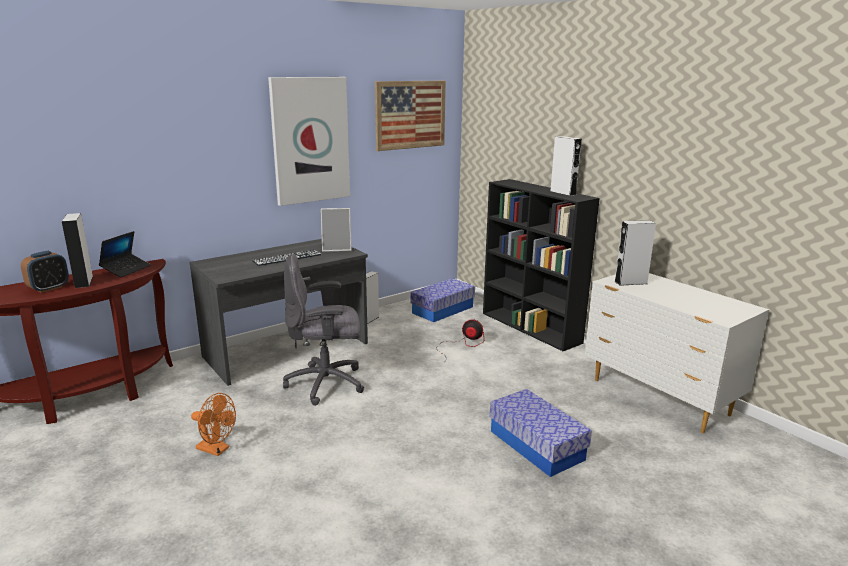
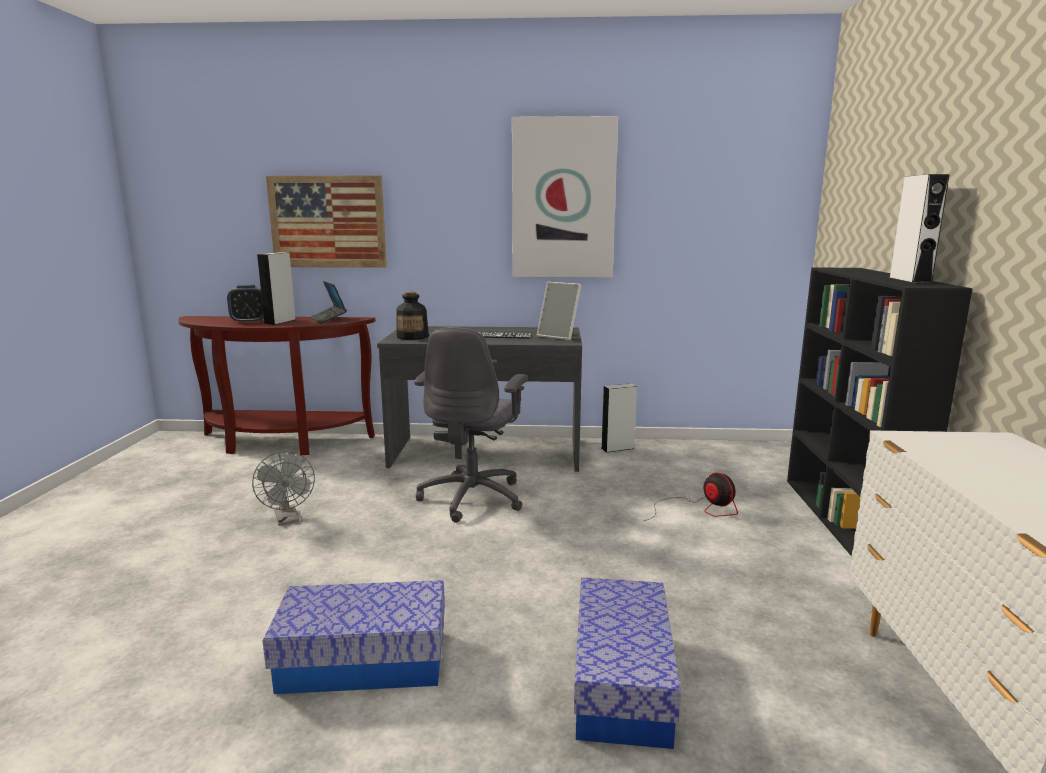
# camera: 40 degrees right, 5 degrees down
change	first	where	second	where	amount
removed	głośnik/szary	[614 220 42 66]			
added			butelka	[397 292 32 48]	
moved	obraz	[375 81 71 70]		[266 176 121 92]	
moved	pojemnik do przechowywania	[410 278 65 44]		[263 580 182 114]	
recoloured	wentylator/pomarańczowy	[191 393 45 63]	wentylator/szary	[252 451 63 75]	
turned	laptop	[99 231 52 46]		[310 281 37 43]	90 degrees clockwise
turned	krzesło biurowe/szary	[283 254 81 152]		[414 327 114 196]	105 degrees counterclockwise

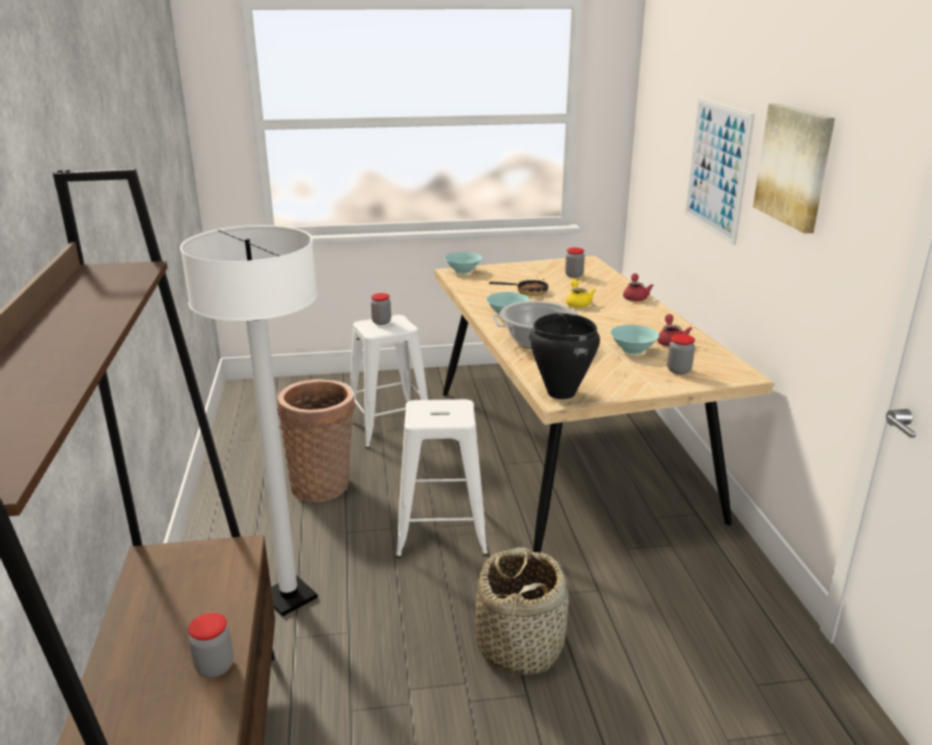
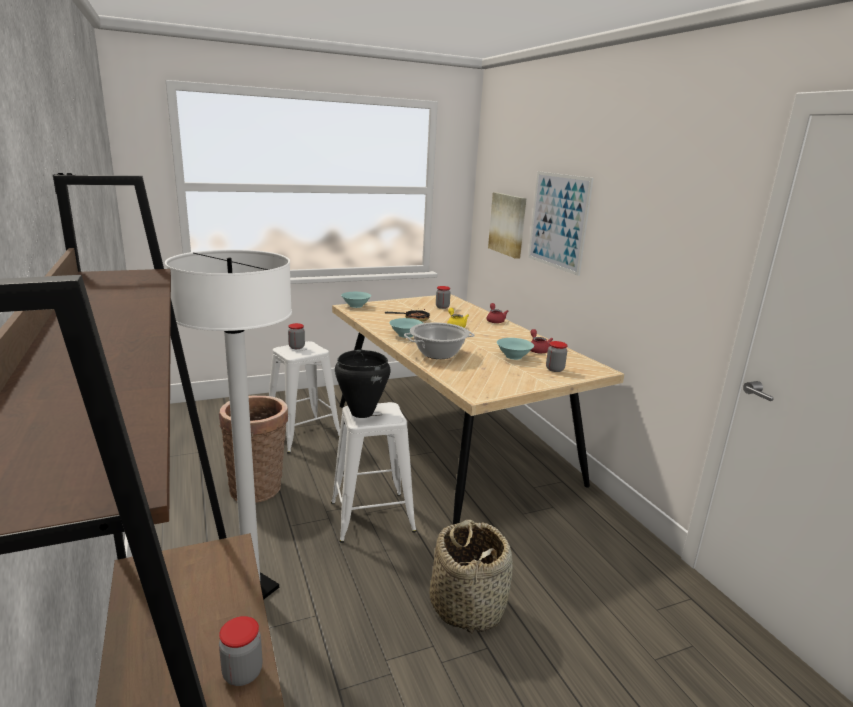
# camera: 15 degrees left, 5 degrees down
change	first	where	second	where	amount
moved	garnek/czarny	[529 313 71 86]		[335 350 55 68]	
moved	obraz	[753 103 82 131]		[488 192 39 67]	

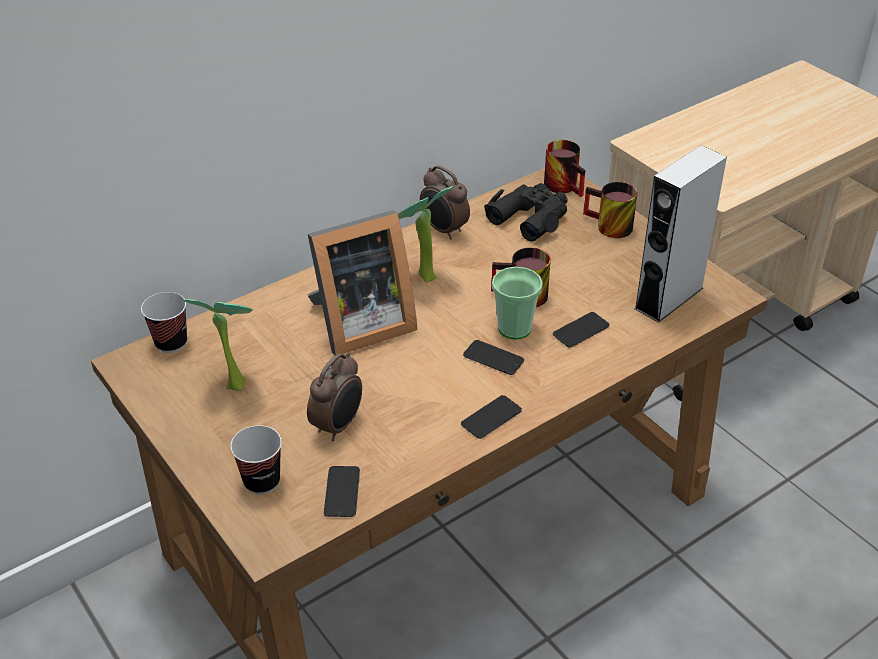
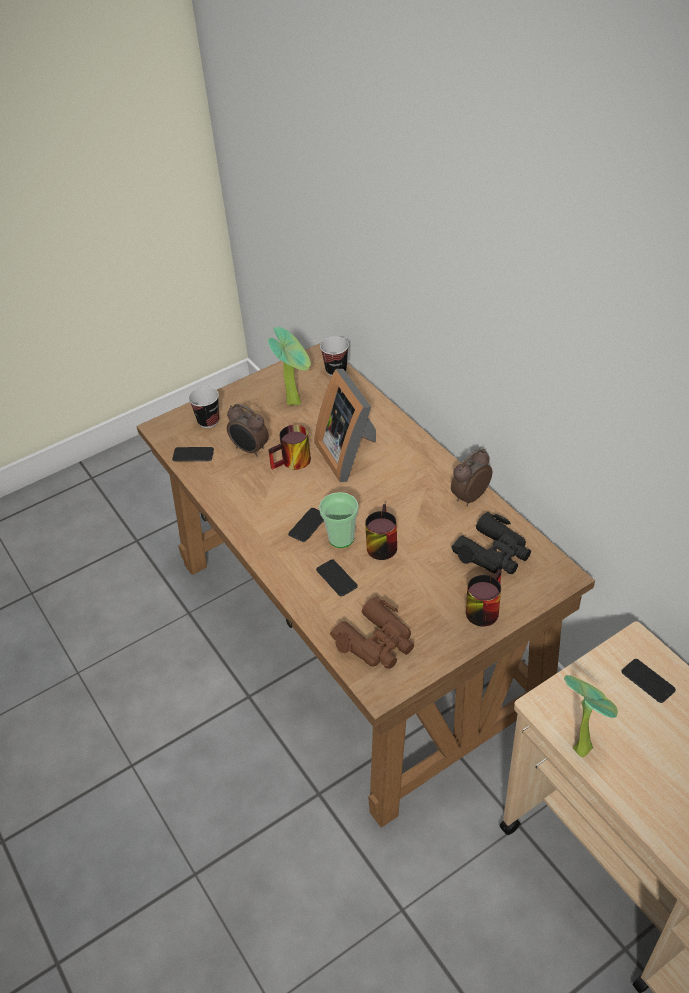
# camera: 95 degrees right, 5 degrees up
change	first	where	second	where	amount
moved	roślina doniczkowa	[398 186 56 97]		[564 675 54 82]	
moved	telefon	[461 395 61 44]		[621 659 55 44]	
moved	kubek	[544 140 41 57]		[268 425 43 45]	
replaced	głośnik/szary	[634 145 93 178]	lornetka/brązowy	[330 596 84 73]	

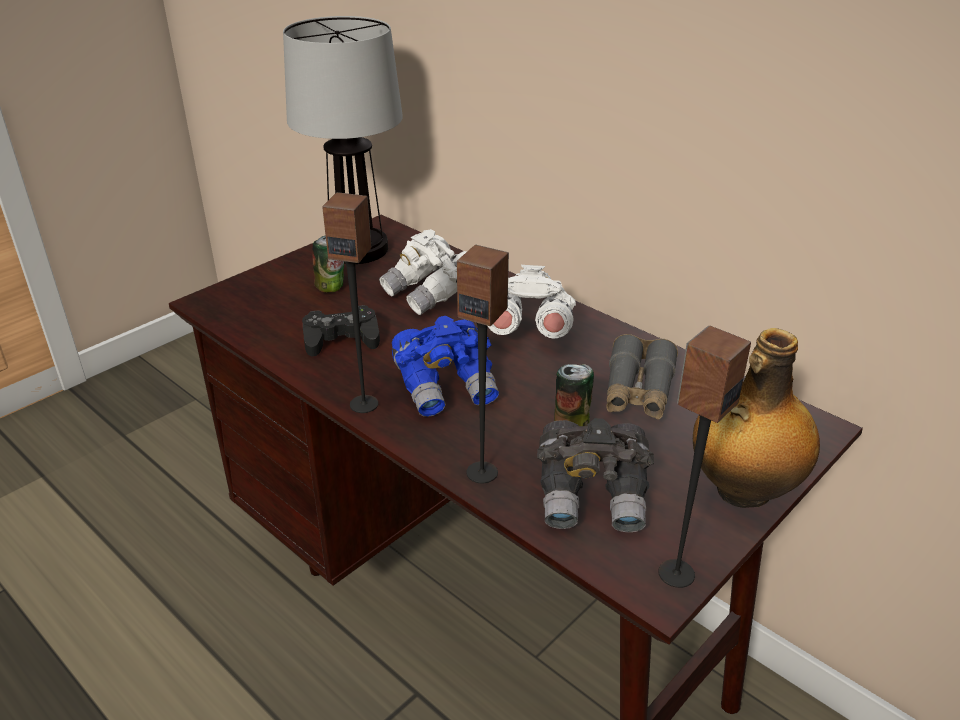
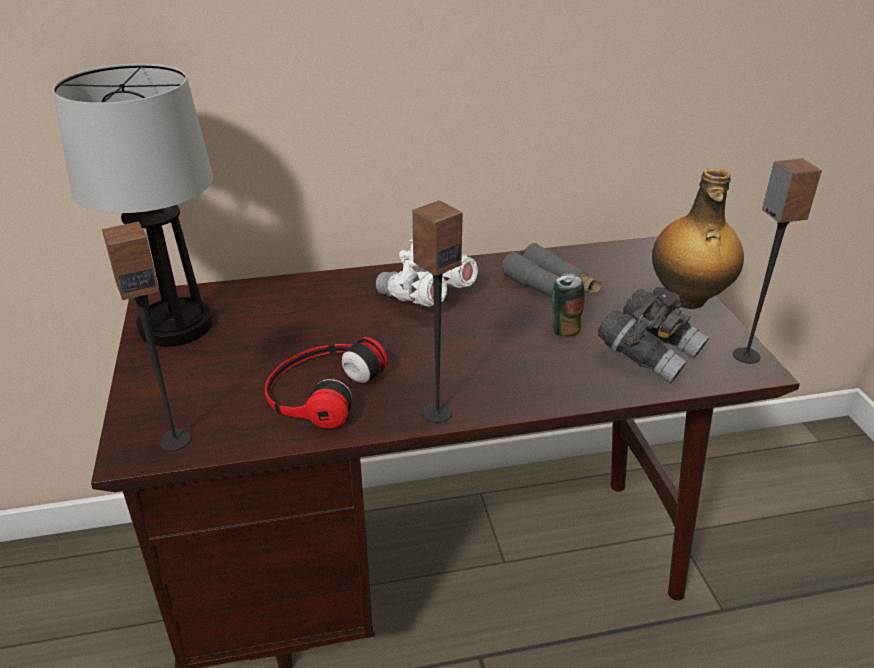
# camera: 55 degrees left, 0 degrees up
change	first	where	second	where	amount
removed	puszka	[312 235 32 57]			
removed	lornetka/biały	[379 229 87 86]			
removed	lornetka/niebieski	[392 316 107 101]			
moved	głośnik	[457 245 52 238]		[102 222 89 229]	
replaced	pad do gier/czarny	[302 305 78 52]	słuchawki	[265 337 123 92]	

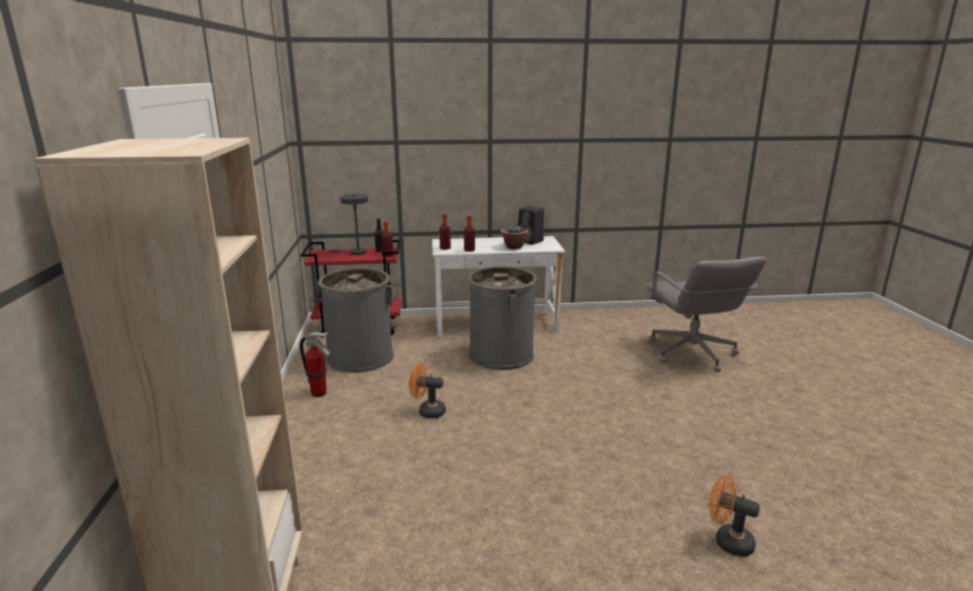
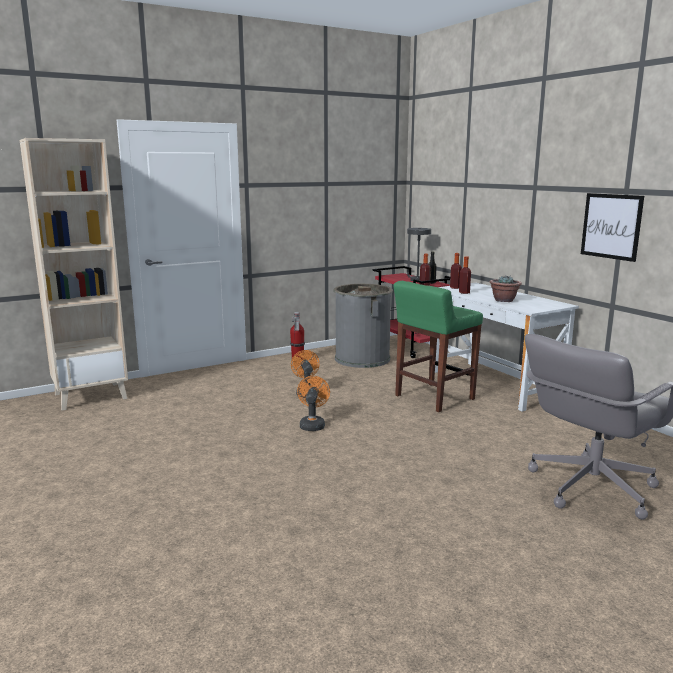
# camera: 65 degrees right, 5 degrees down
change	first	where	second	where	amount
removed	głośnik/czarny	[518 206 26 39]			
added			obraz	[581 193 63 69]	
moved	wentylator/pomarańczowy	[709 475 51 82]		[297 376 33 55]	
replaced	kosz na śmieci/szary	[467 266 71 104]	stołek/zielony	[393 281 90 131]	

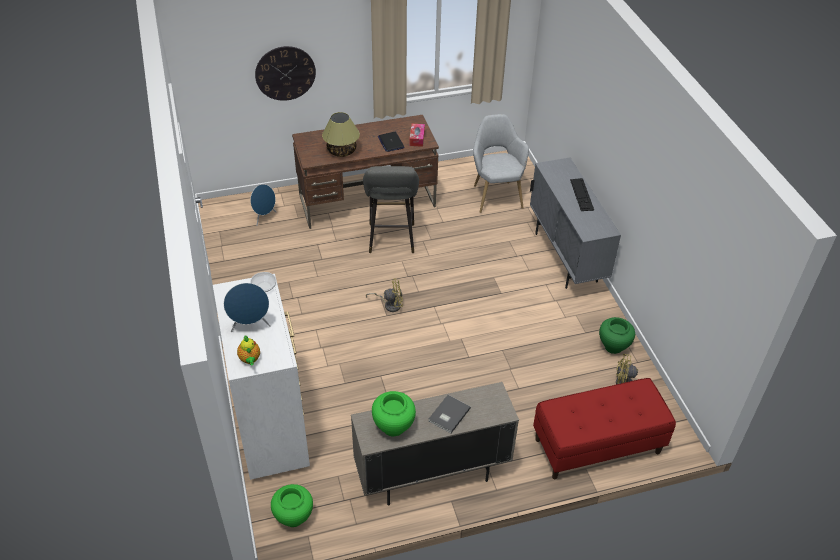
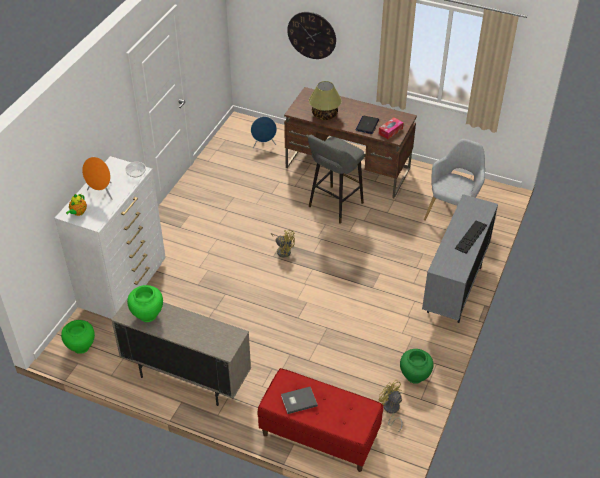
# camera: 40 degrees right, 0 degrees up
change	first	where	second	where	amount
moved	książka/szary	[429 395 42 38]		[281 387 37 27]	
recoloured	głośnik/niebieski	[224 283 47 49]	głośnik/pomarańczowy	[82 157 30 43]	

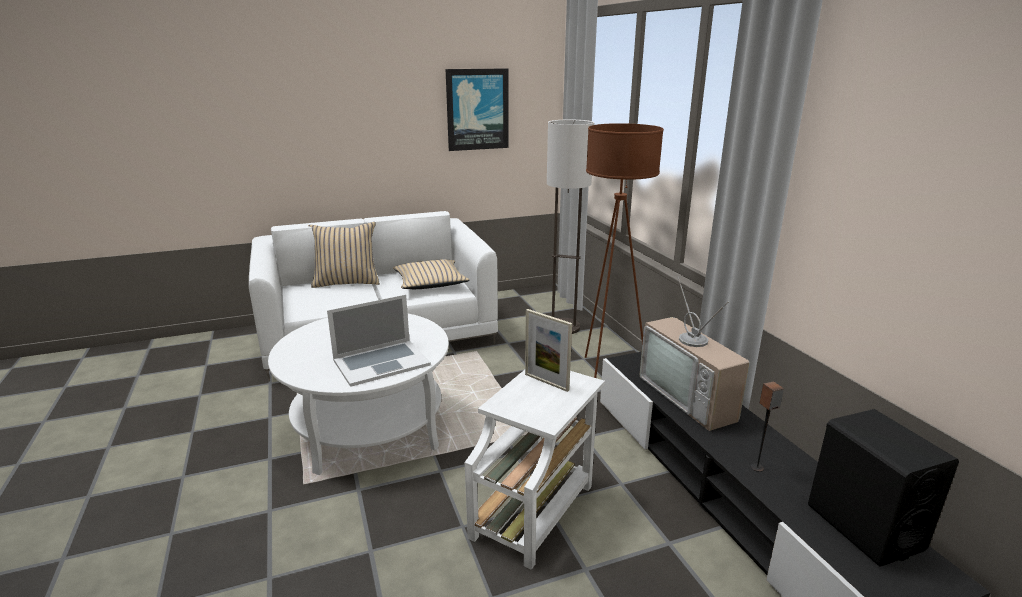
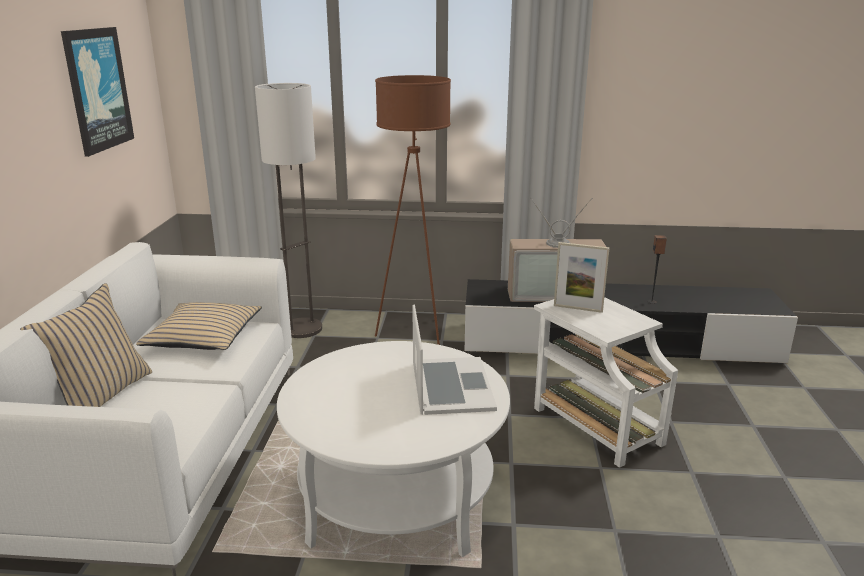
# camera: 65 degrees left, 0 degrees up
change	first	where	second	where	amount
removed	głośnik/czarny	[808 409 151 158]			
turned	ramka na zdjęcie	[525 309 47 83]		[554 242 56 71]	45 degrees clockwise

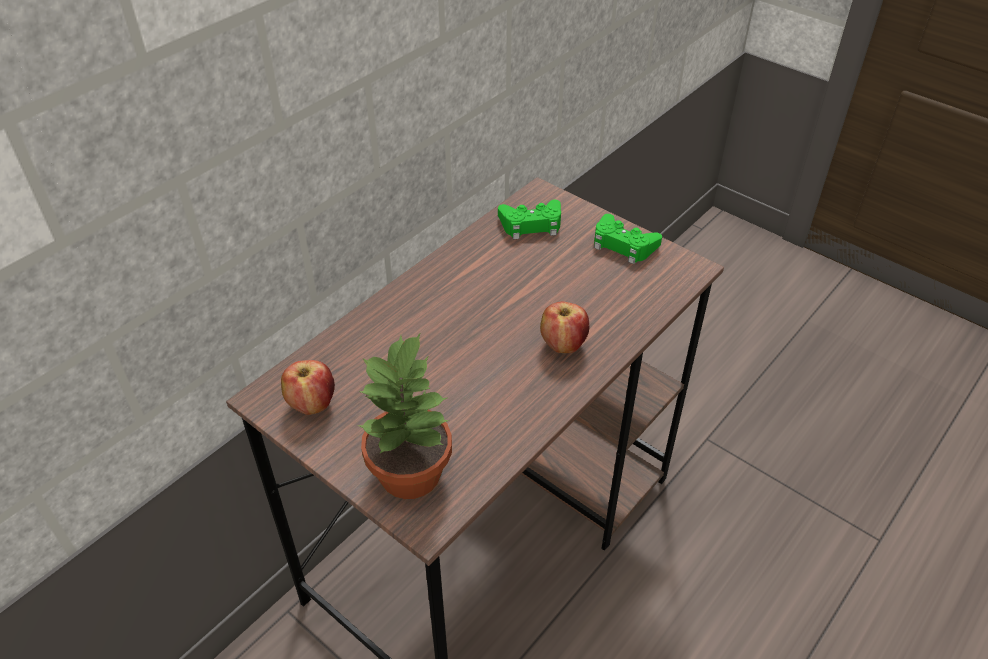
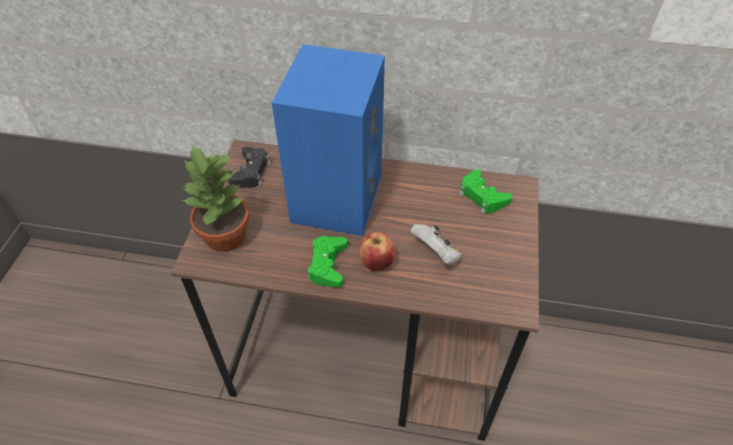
# camera: 60 degrees right, 5 degrees up
change	first	where	second	where	amount
added			głośnik/niebieski	[272 44 113 192]	
added			pad do gier/biały	[410 224 52 41]	
moved	pad do gier/zielony	[594 214 68 50]		[308 236 40 51]	
replaced	jabłko	[281 360 54 55]	pad do gier/czarny	[228 147 43 41]	

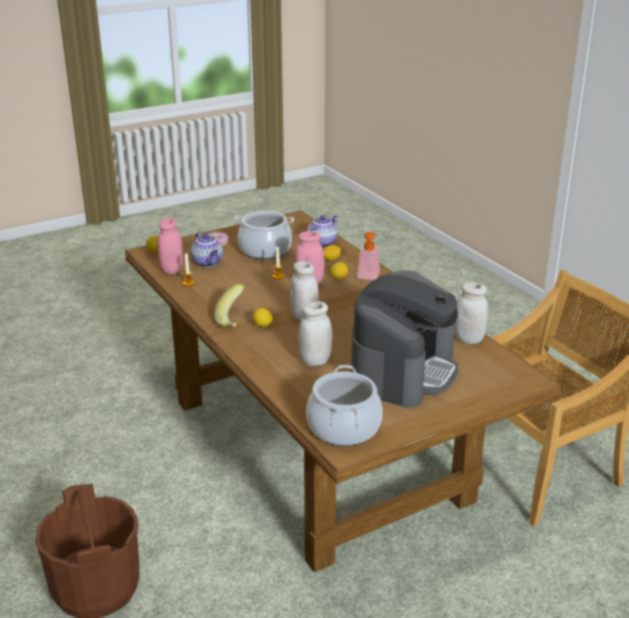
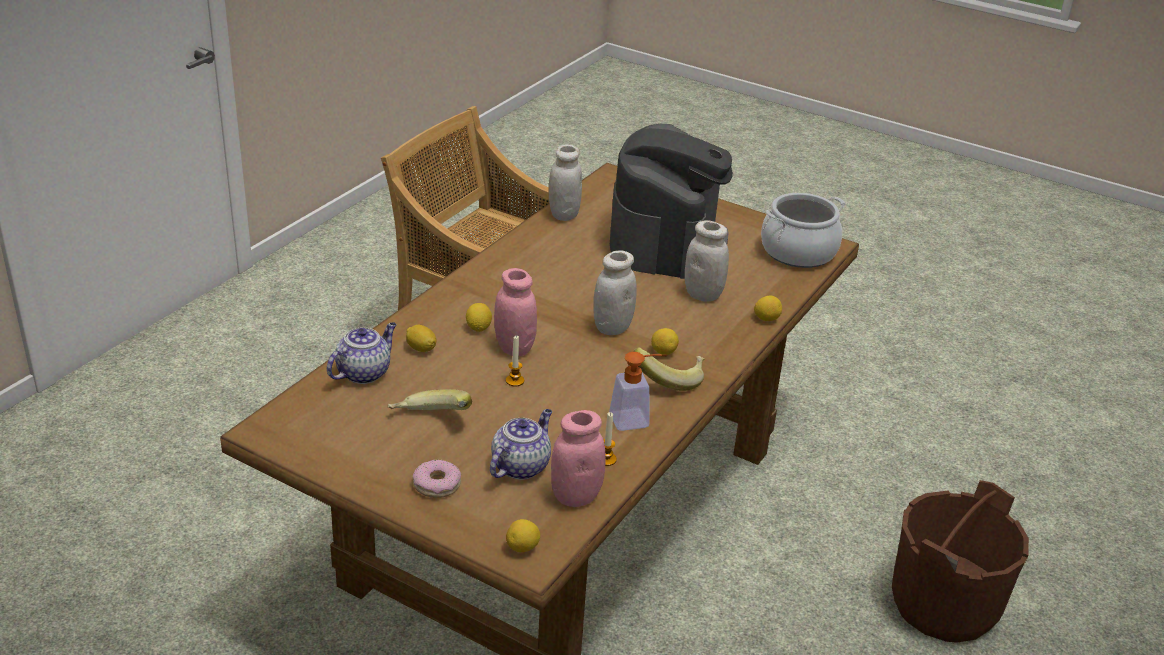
# camera: 120 degrees left, 5 degrees up
change	first	where	second	where	amount
added			cytryna	[754 296 28 25]	
moved	dozownik mydła	[357 232 23 48]		[609 352 58 79]	
replaced	garnek	[234 211 60 48]	banan	[388 389 84 21]	
turned	imbryk	[307 215 31 33]		[327 322 70 62]	120 degrees clockwise
turned	ekspres do kawy	[351 271 107 137]		[610 124 123 155]	105 degrees clockwise

